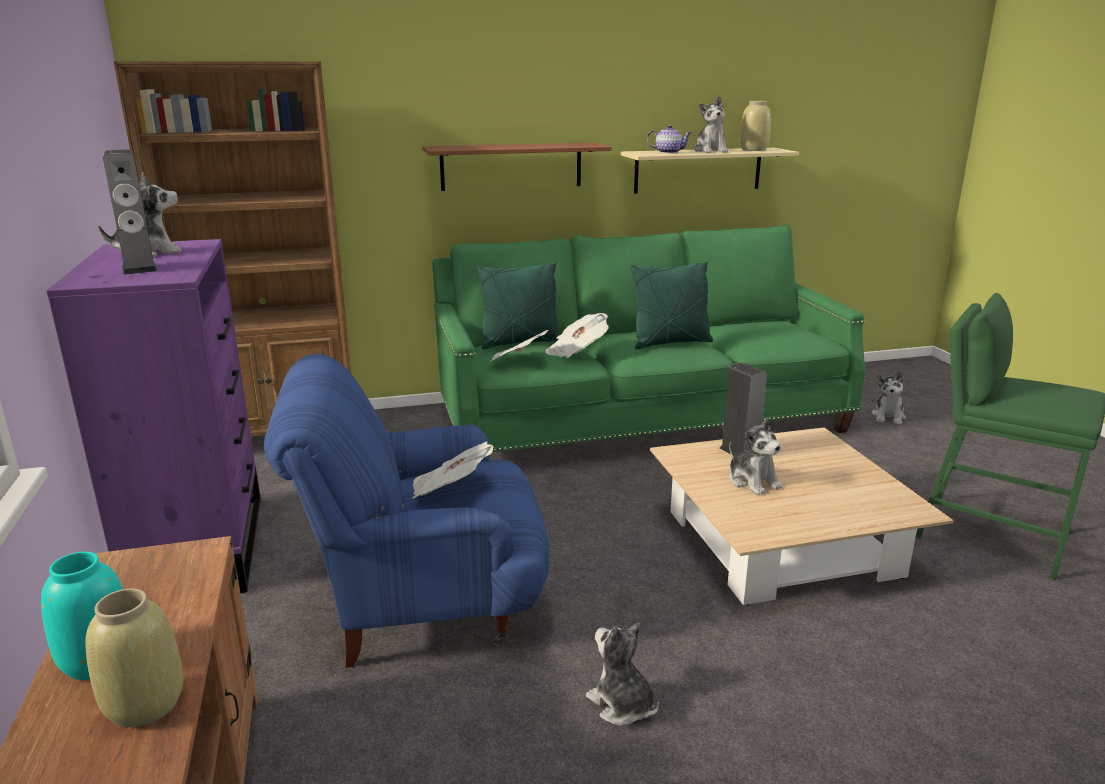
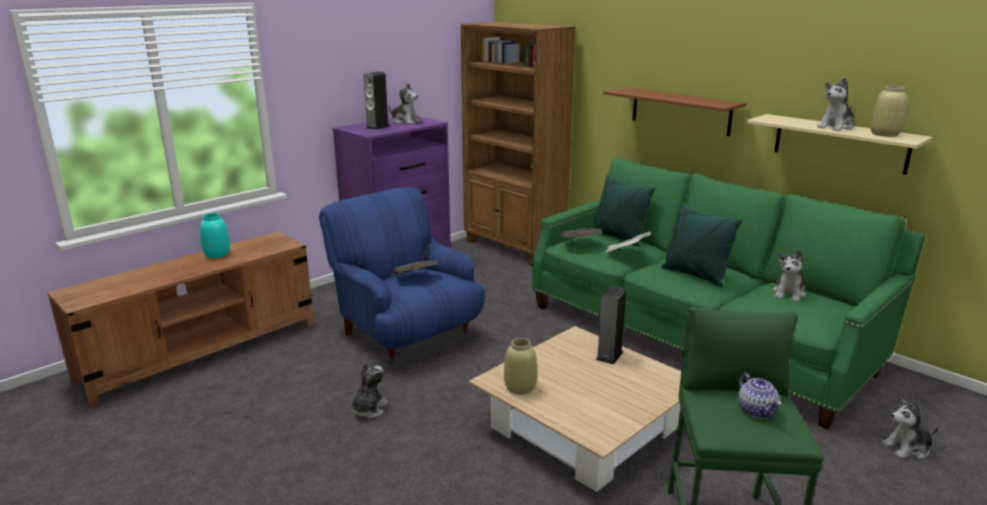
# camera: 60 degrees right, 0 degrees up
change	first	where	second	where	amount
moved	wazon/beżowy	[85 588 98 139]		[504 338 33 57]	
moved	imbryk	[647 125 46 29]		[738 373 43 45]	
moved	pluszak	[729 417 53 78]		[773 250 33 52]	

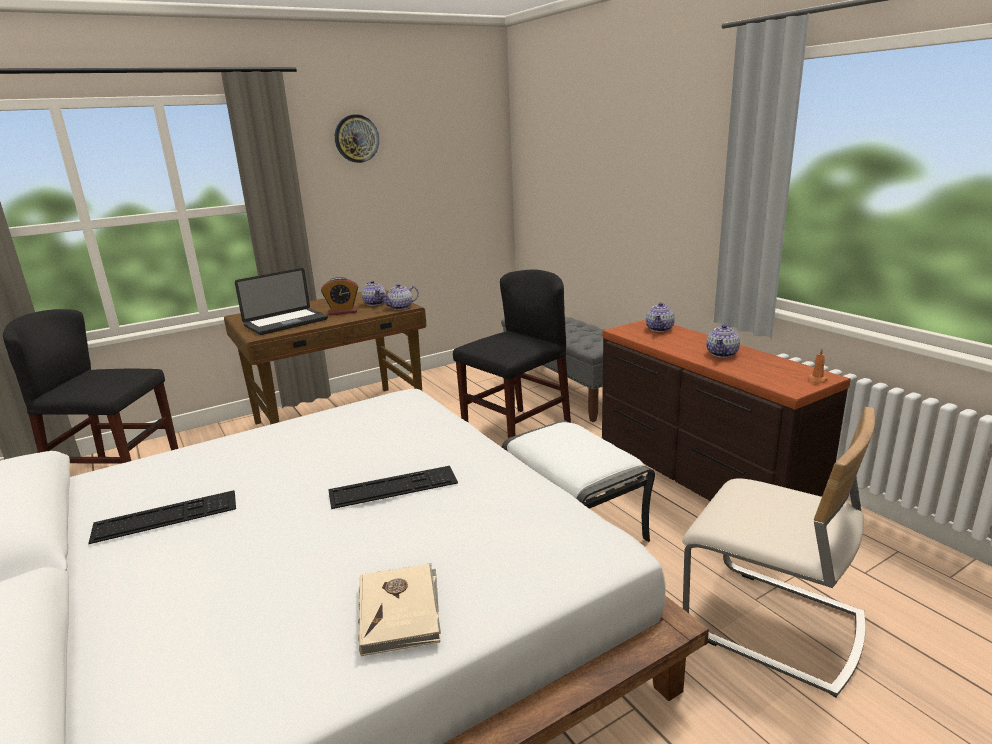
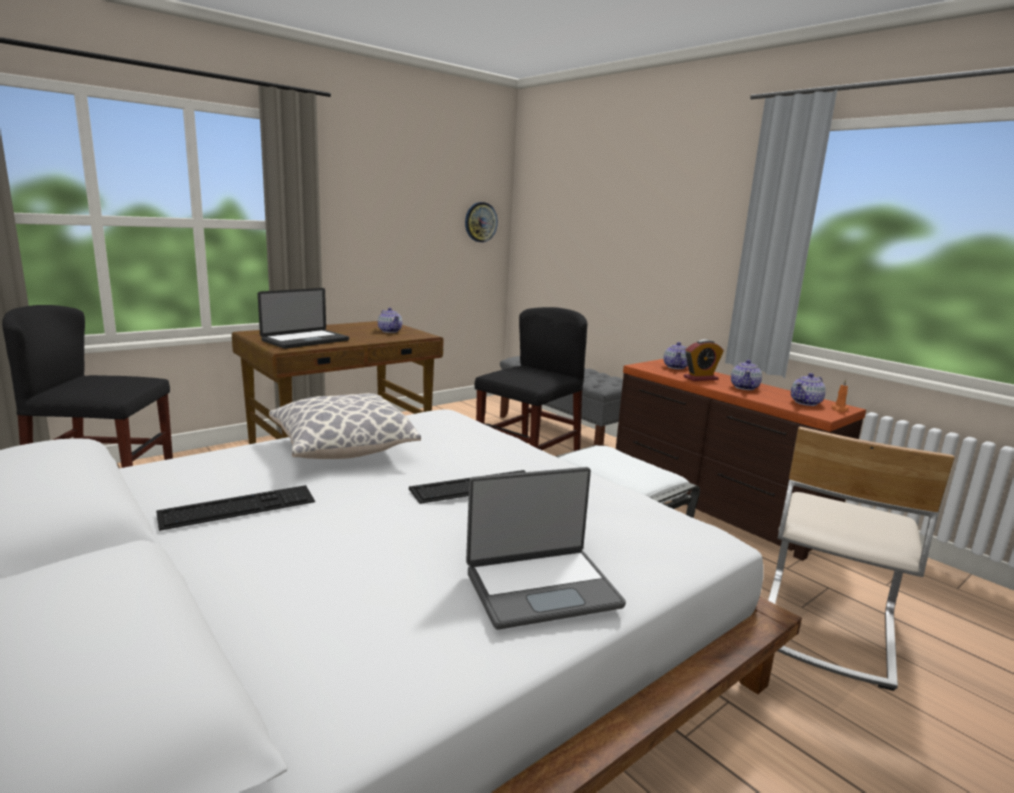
# camera: 10 degrees left, 5 degrees down
change	first	where	second	where	amount
added			poduszka	[269 393 152 66]	
moved	budzik	[321 277 37 38]		[683 339 41 42]	
moved	zegar ścienny	[335 114 44 49]		[465 202 33 40]	
moved	imbryk	[379 284 40 26]		[791 373 35 33]	
replaced	książka/beżowy	[358 563 83 94]	laptop	[466 467 160 163]	
turned	krzesło/beżowy	[682 407 193 290]		[768 427 187 264]	90 degrees clockwise

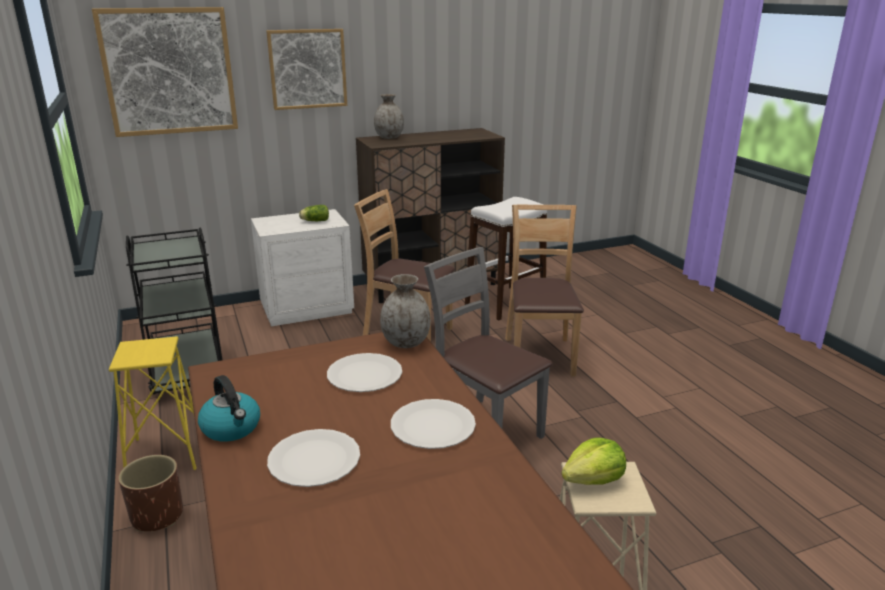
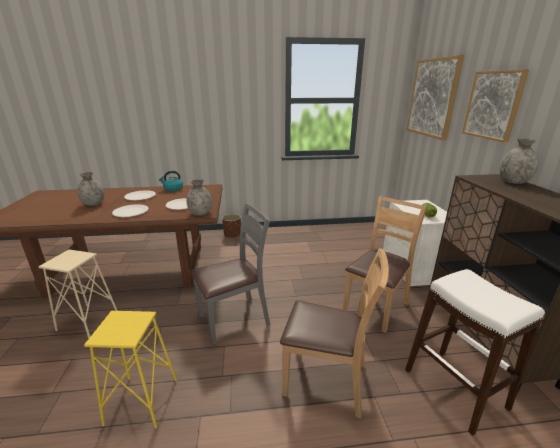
# camera: 105 degrees right, 0 degrees up
change	first	where	second	where	amount
removed	wózek/czarny	[126 227 96 168]			
removed	sałata	[561 437 65 48]			
added			wazon/szary	[77 172 27 34]	
moved	stołek/żółty	[109 336 88 134]		[84 311 93 118]	

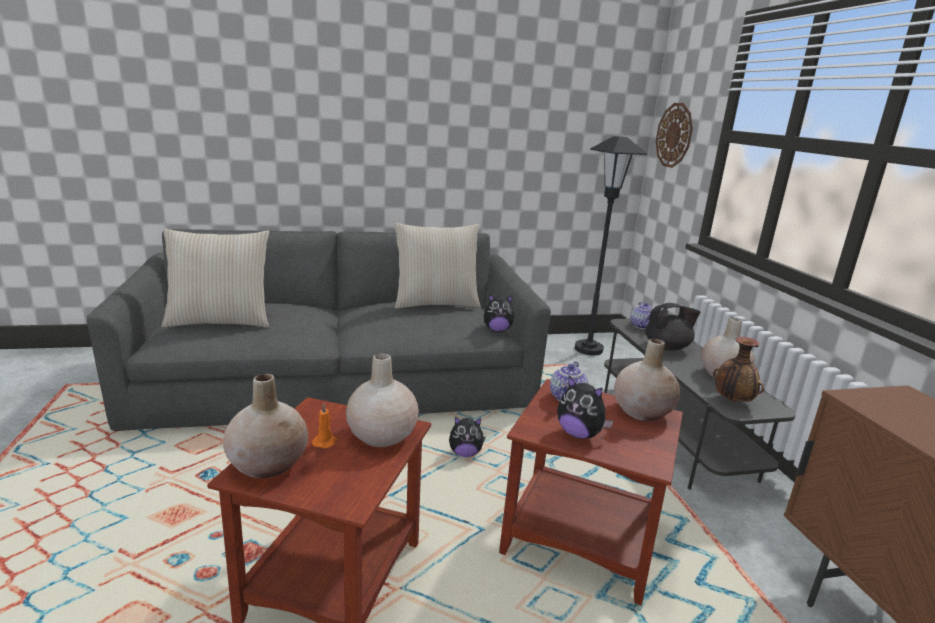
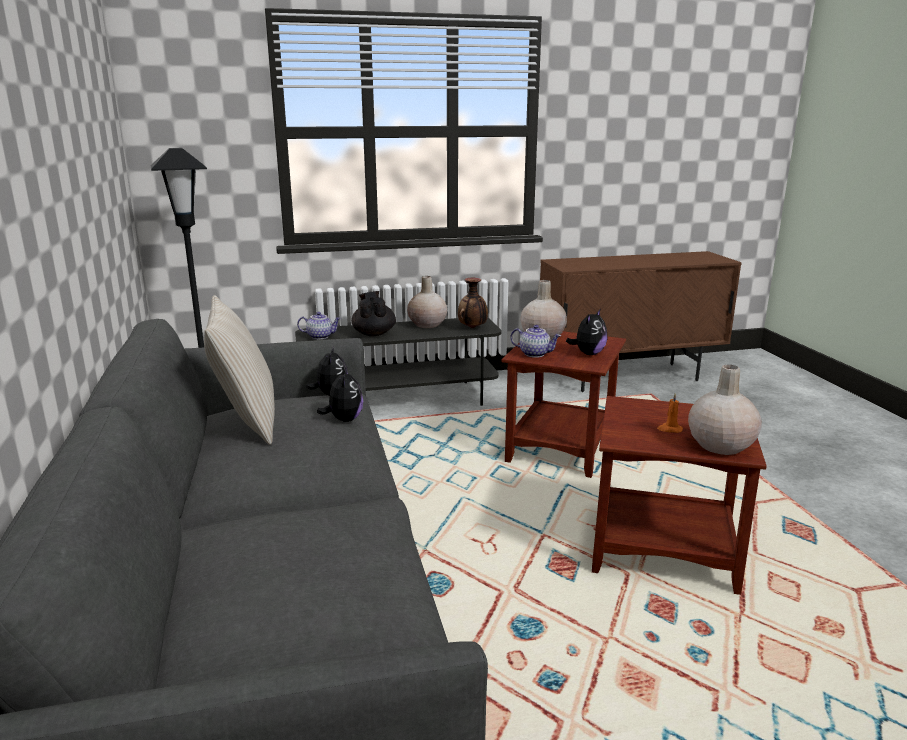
# camera: 90 degrees left, 0 degrees up
change	first	where	second	where	amount
removed	poduszka/beżowy	[162 229 107 98]			
removed	wazon/beżowy	[346 353 73 94]			
removed	zegar ścienny	[656 103 37 65]			
moved	pluszak	[449 417 37 40]		[317 367 46 55]	

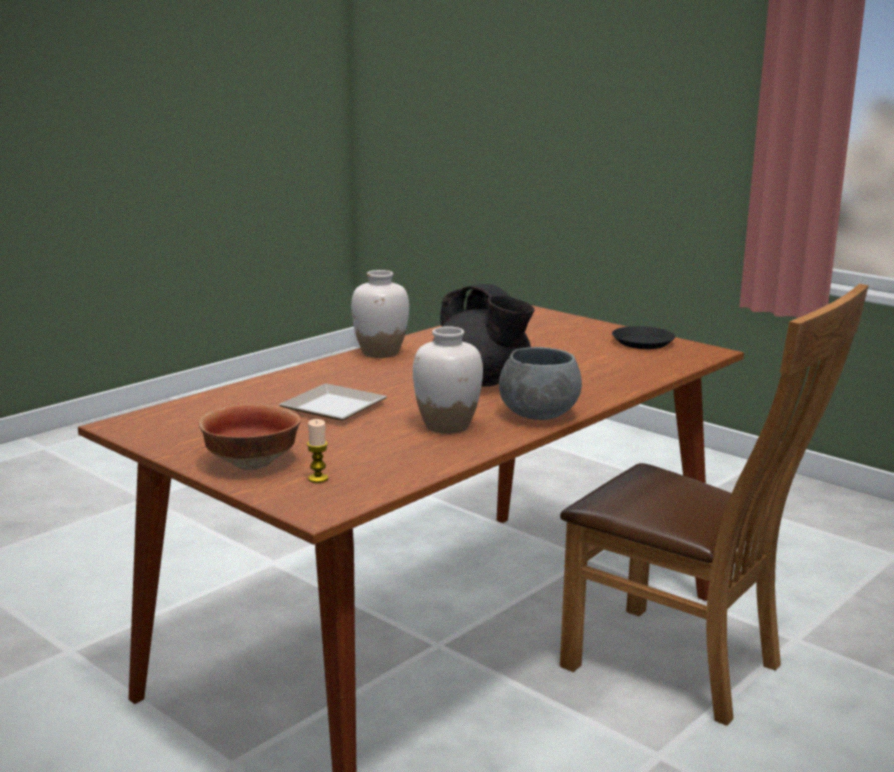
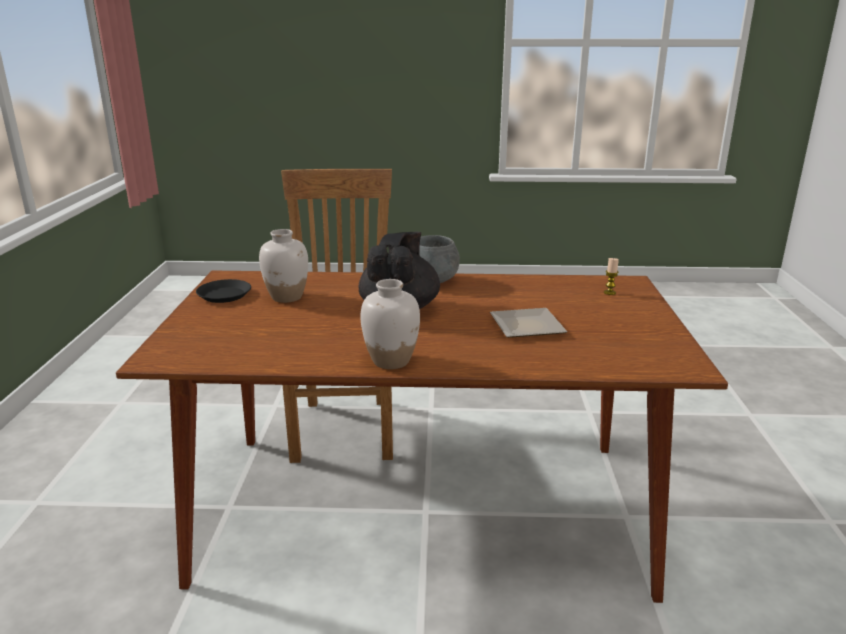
# camera: 130 degrees left, 5 degrees up
change	first	where	second	where	amount
removed	miska	[199 404 102 66]			
moved	wazon/biały	[413 326 70 108]		[259 229 49 74]	

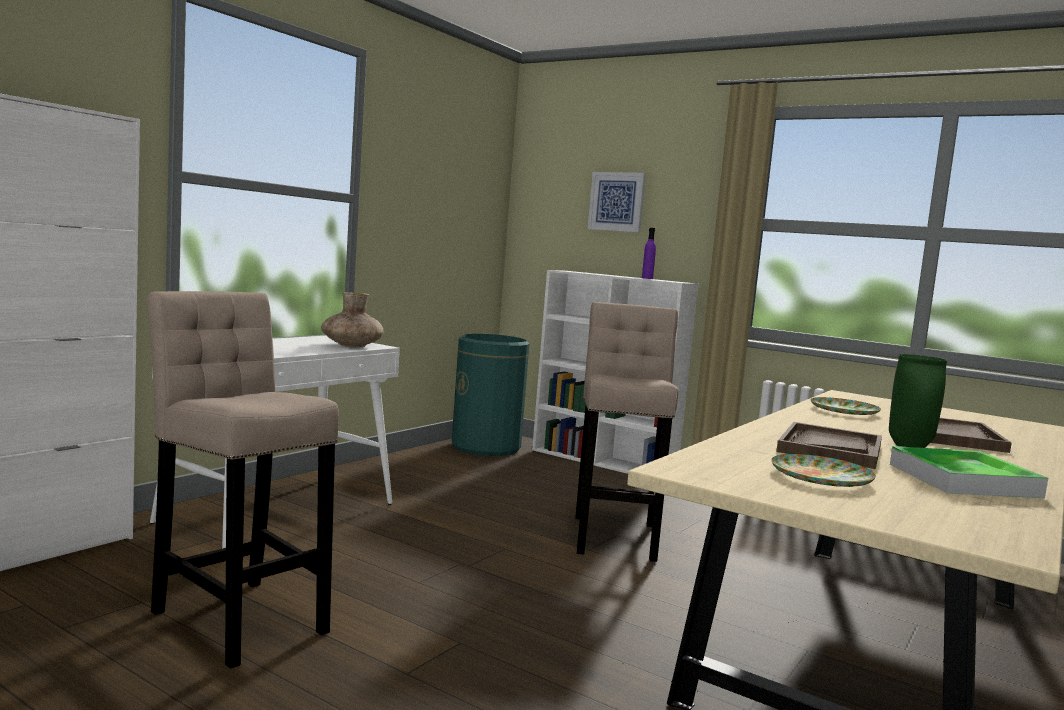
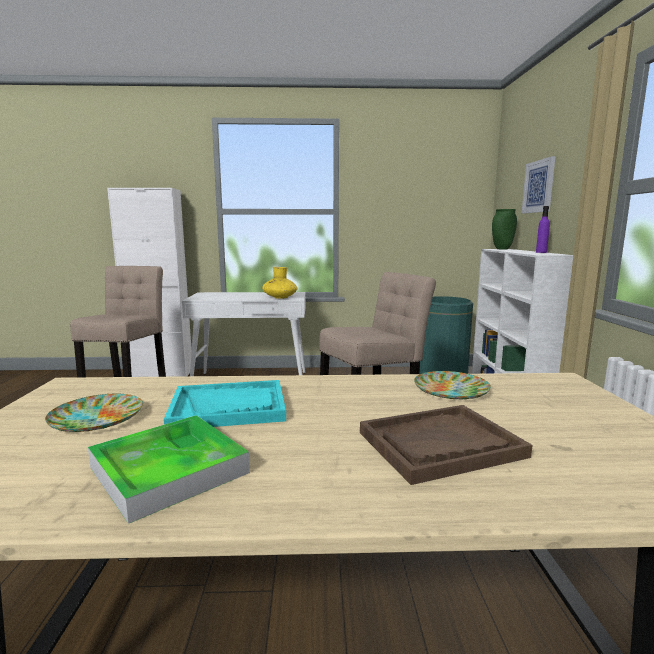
# camera: 55 degrees right, 5 degrees up
change	first	where	second	where	amount
moved	wazon/zielony	[889 354 58 94]		[492 209 25 41]	
recoloured	wazon/brązowy	[321 292 63 56]	wazon/żółty	[262 267 35 32]	
recoloured	taca/brązowy	[776 422 106 47]	taca/turkusowy	[164 380 122 47]	

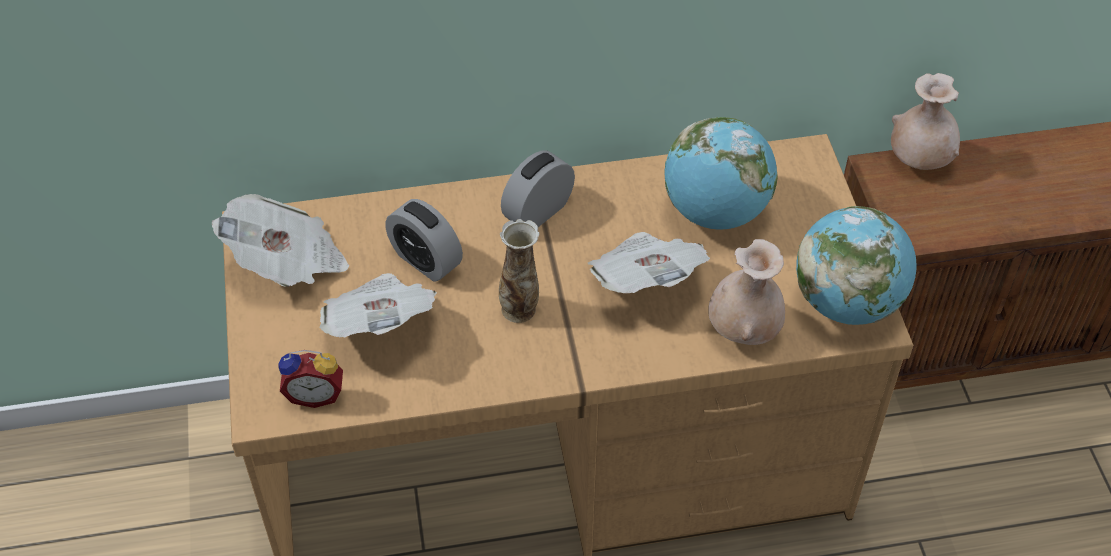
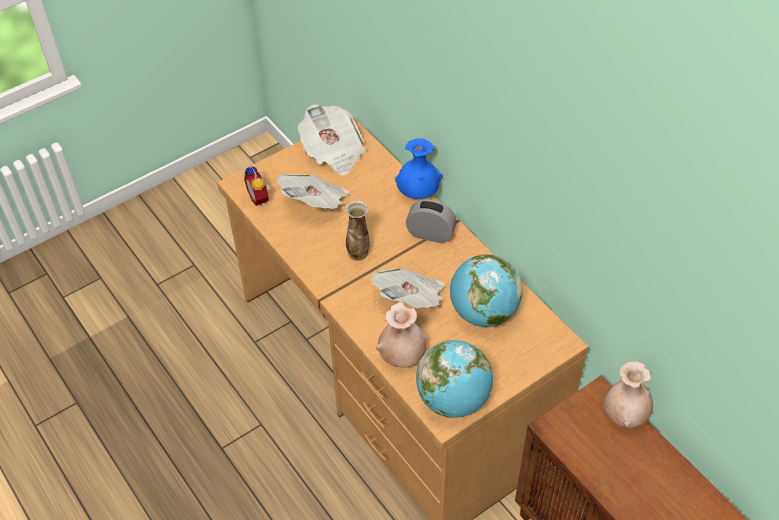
# camera: 65 degrees right, 0 degrees up
change	first	where	second	where	amount
removed	budzik	[385 199 78 82]			
added			wazon/niebieski	[395 138 48 61]	

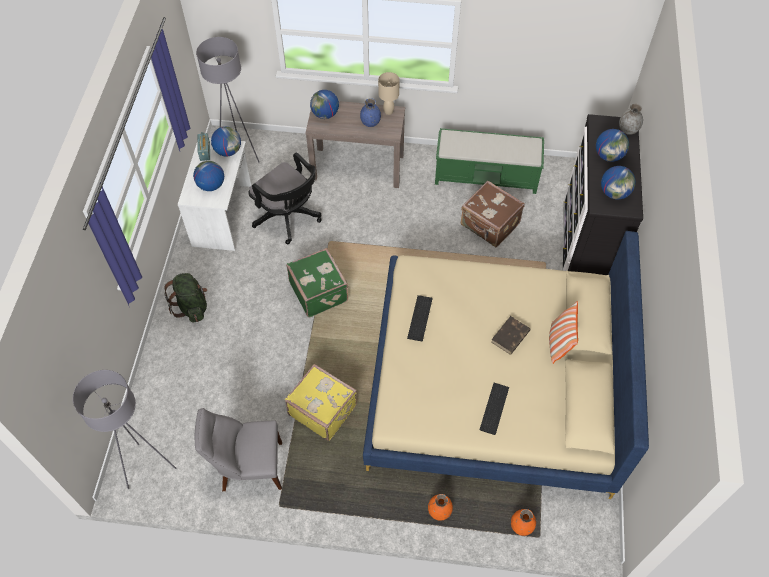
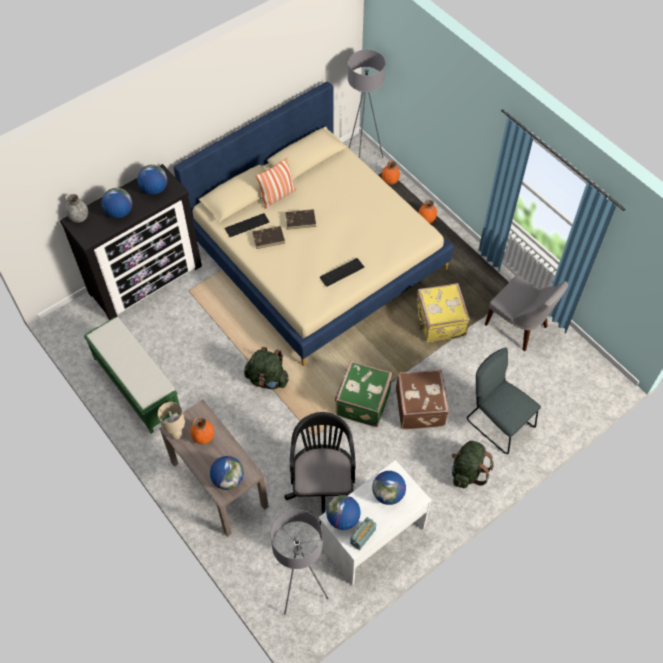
# camera: 135 degrees left, 0 degrees up
change	first	where	second	where	amount
added			plecak/zielony	[244 347 45 42]	
added			książka/brązowy	[252 226 33 23]	
added			krzesło/szary	[467 348 74 106]	
moved	lampa stojąca/szary	[73 370 103 119]		[348 50 38 108]	
moved	walizka/brązowy	[461 181 64 66]		[396 370 53 59]	
moved	klawiatura	[480 383 29 52]		[225 213 44 24]	
recoloured	wazon/niebieski	[360 98 21 29]	wazon/pomarańczowy	[190 417 24 27]	

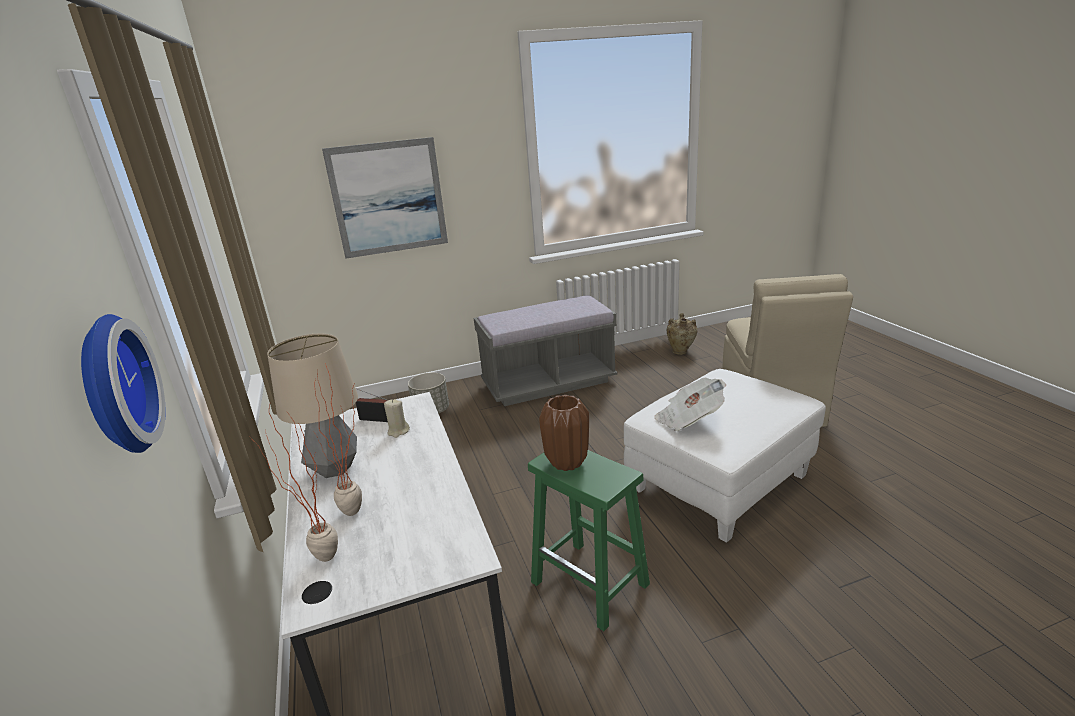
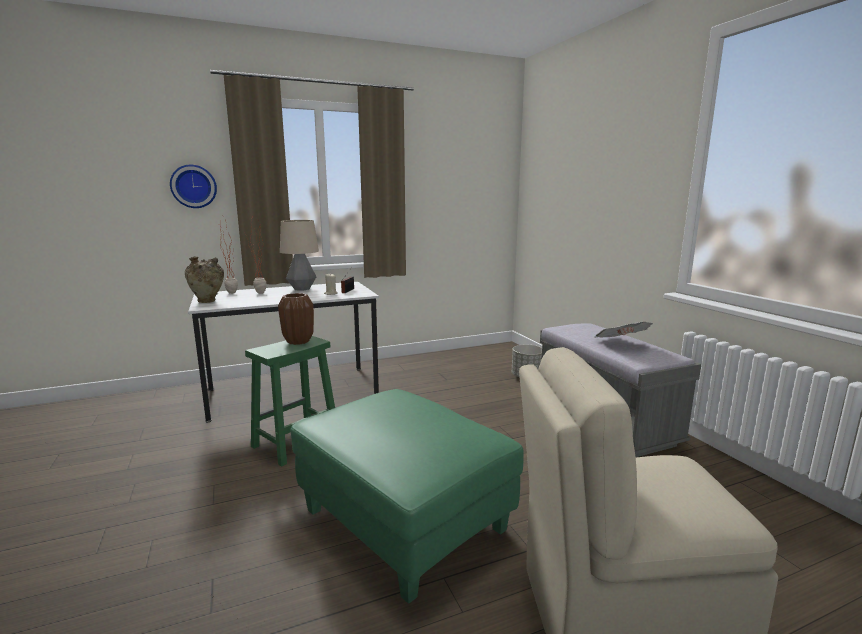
# camera: 85 degrees right, 10 degrees down
change	first	where	second	where	amount
removed	obraz	[322 137 126 122]			
moved	gazeta	[654 378 72 53]		[595 322 58 16]	
moved	wazon/beżowy	[667 313 30 42]		[185 256 39 47]	
recoloured	pufa/biały	[624 369 202 174]	pufa/zielony	[291 389 233 215]	

